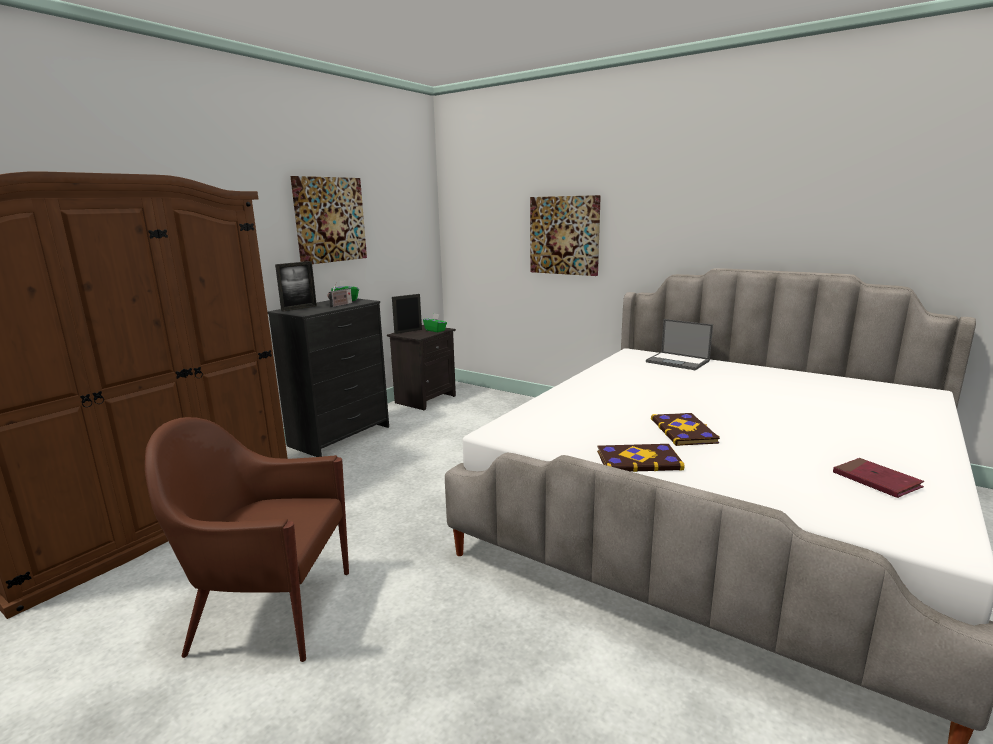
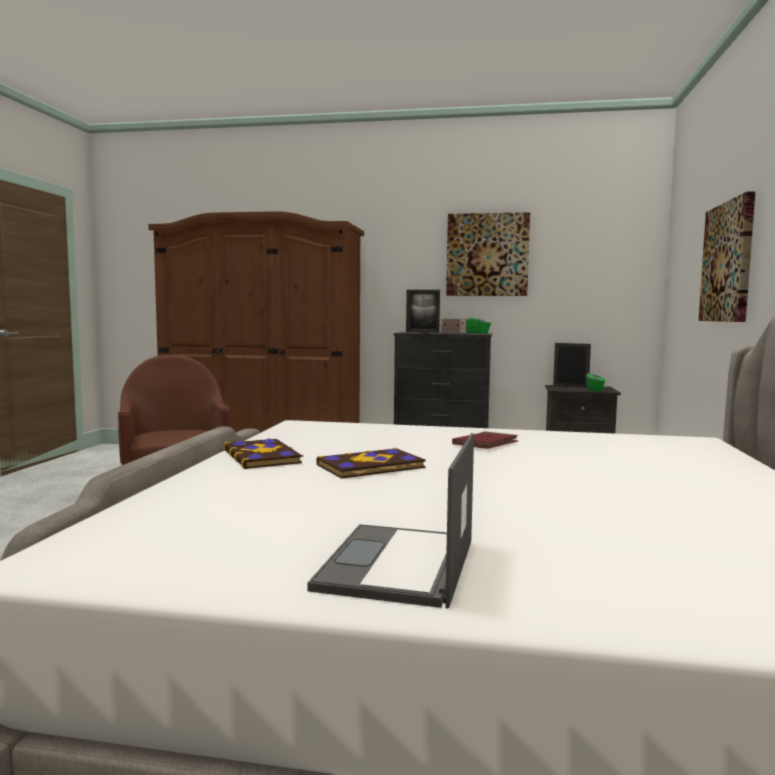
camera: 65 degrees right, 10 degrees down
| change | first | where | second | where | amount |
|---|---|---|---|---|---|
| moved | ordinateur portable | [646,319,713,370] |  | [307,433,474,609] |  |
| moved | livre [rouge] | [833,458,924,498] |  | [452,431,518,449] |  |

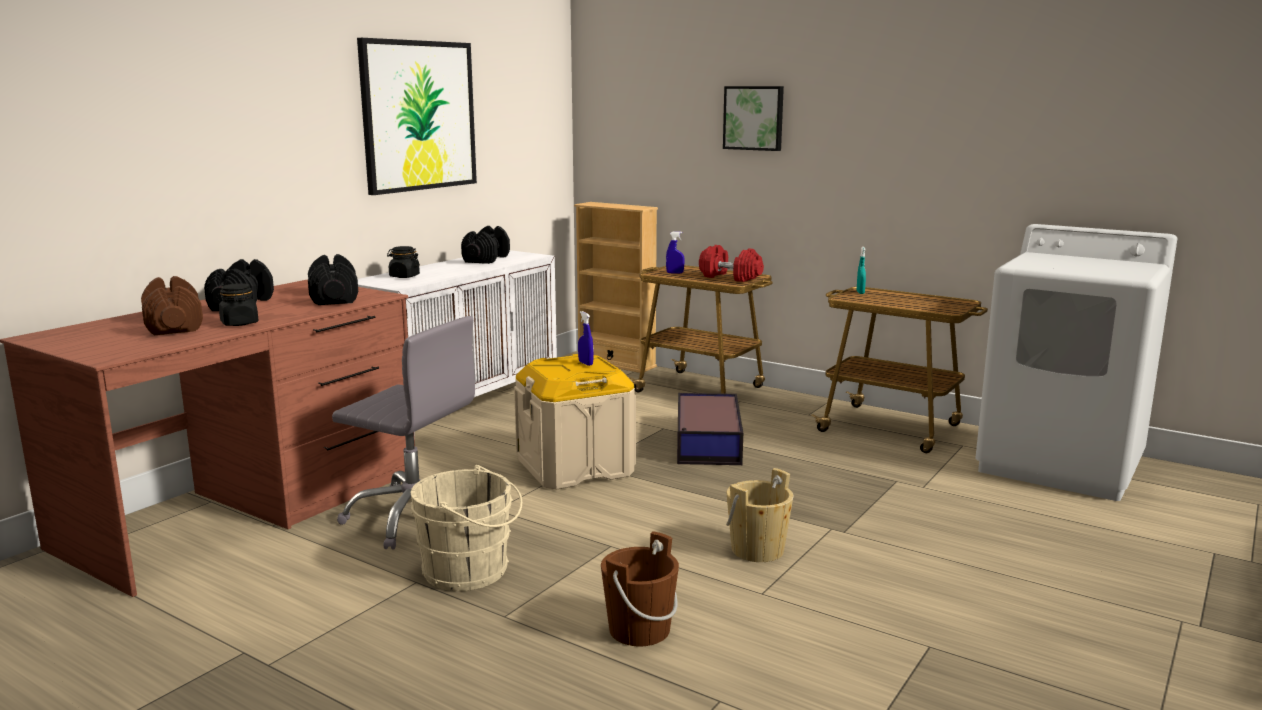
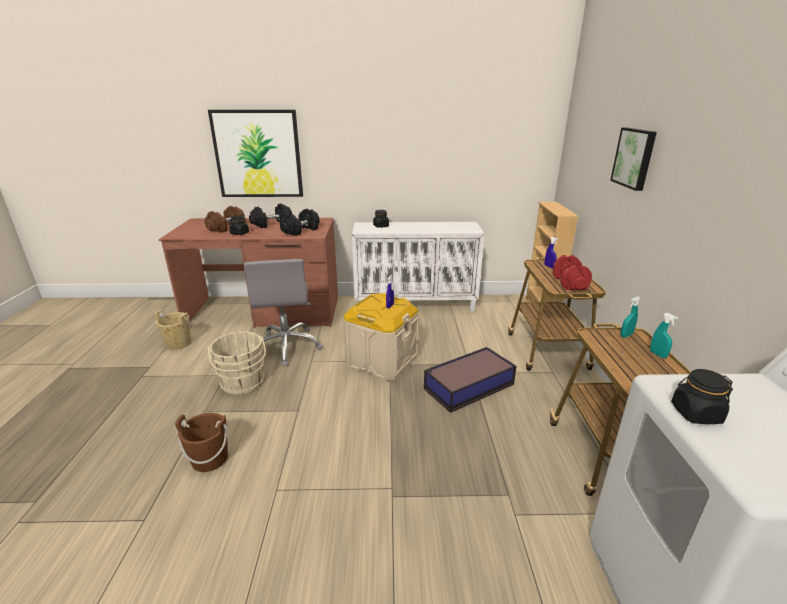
camera: 55 degrees right, 10 degrees up
| change | first | where | second | where | amount |
|---|---|---|---|---|---|
| removed | haltère [noir] | [461,226,510,264] |  |  |  |
| added |  |  | vaporisateur [turquoise] | [650,313,678,358] |  |
| added |  |  | bocal [noir] | [671,369,733,424] |  |
| moved | tableau | [357,38,477,195] |  | [208,110,303,197] |  |
| moved | seau [beige] | [726,468,794,562] |  | [155,309,192,350] |  |

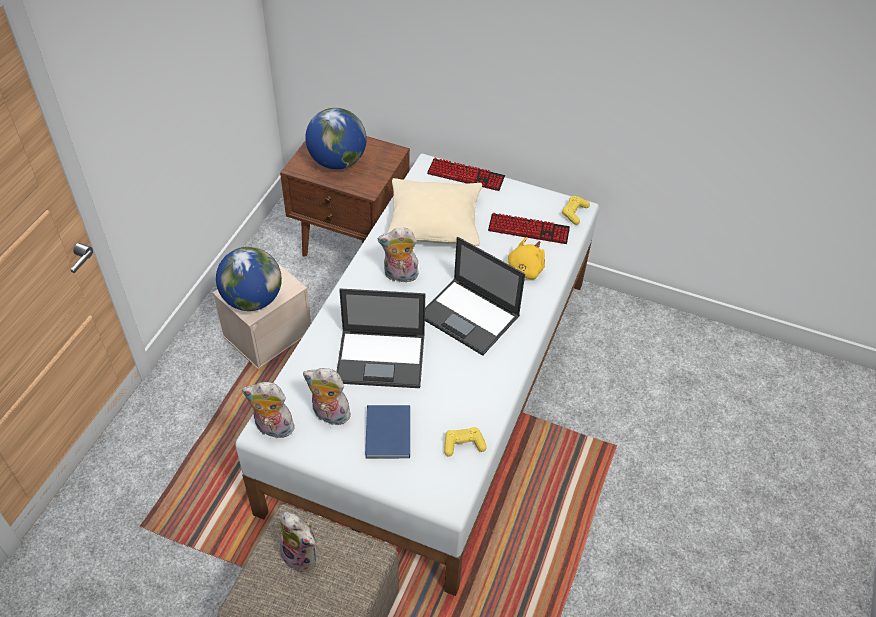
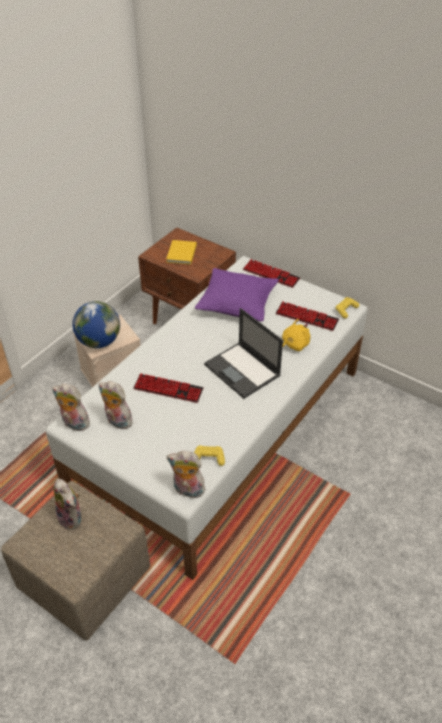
camera: 15 degrees right, 5 degrees down
| change | first | where | second | where | amount |
|---|---|---|---|---|---|
| removed | livre [bleu] | [365,405,410,458] |  |  |  |
| moved | peluche | [377,228,419,285] |  | [166,451,205,498] |  |
| replaced | globe | [305,108,367,169] | livre [jaune] | [166,240,197,265] |  |
| replaced | ordinateur portable | [337,288,425,388] | clavier | [133,373,203,403] |  |
| recoloured | coussin [beige] | [387,178,482,246] | coussin [violet] | [195,268,279,322] |  |

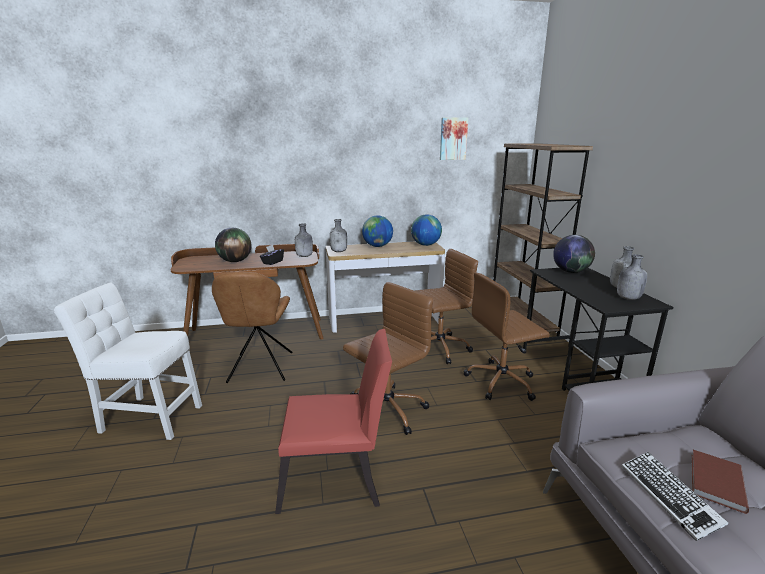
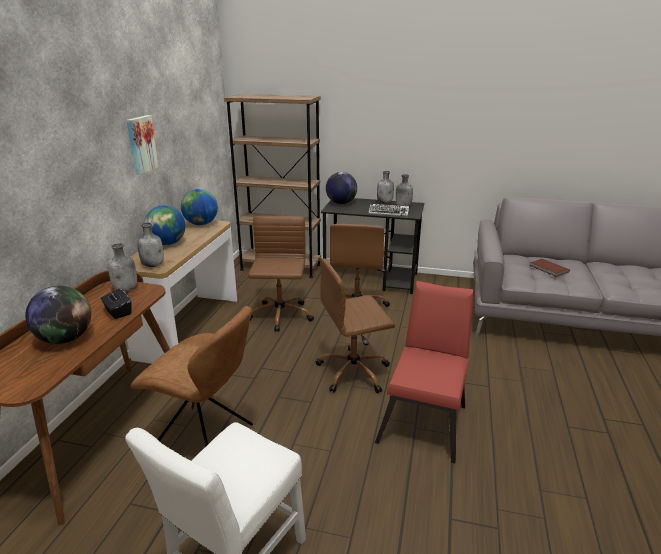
camera: 65 degrees left, 5 degrees up
| change | first | where | second | where | amount |
|---|---|---|---|---|---|
| moved | tableau | [440,117,468,160] |  | [127,115,159,175] |  |
| moved | clavier | [622,452,728,541] |  | [369,204,409,216] |  |
| turned | chaise de bureau [marron] | [343,282,433,435] |  | [316,257,395,394] | 90 degrees counterclockwise |

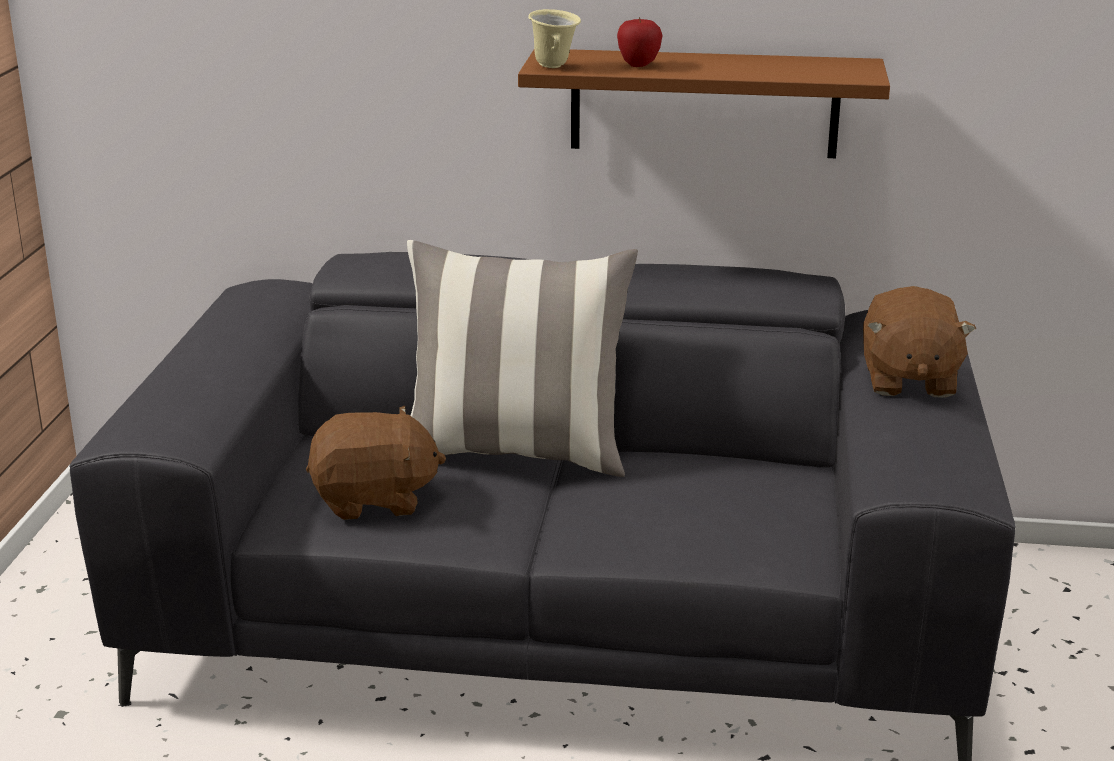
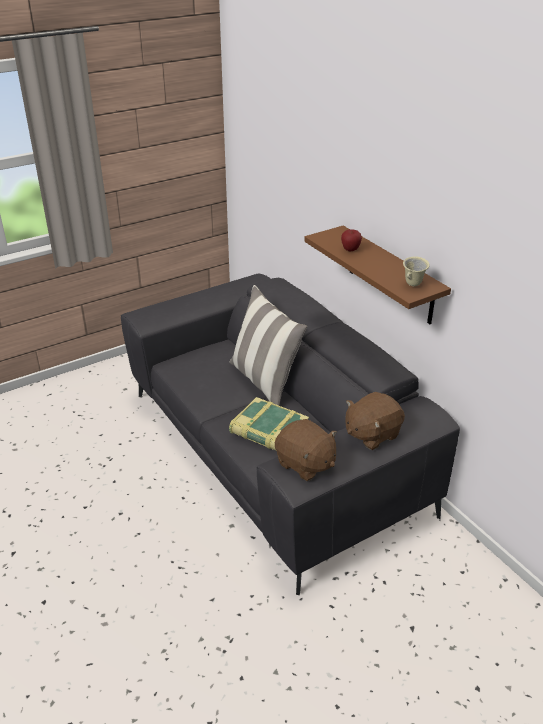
camera: 50 degrees right, 10 degrees up
| change | first | where | second | where | amount |
|---|---|---|---|---|---|
| added |  |  | livre | [229,397,309,451] |  |
| moved | peluche [marron] | [306,406,446,520] |  | [275,419,337,481] |  |
| moved | mug [beige] | [528,9,581,68] |  | [403,257,430,286] |  |

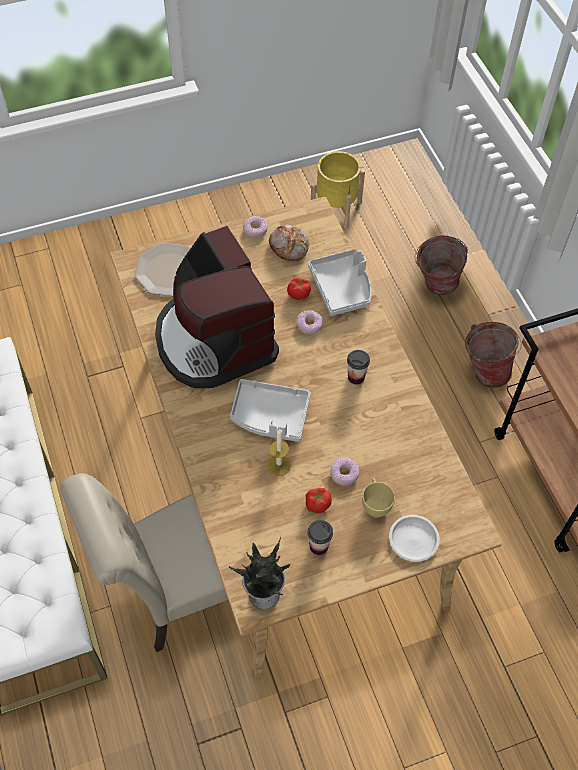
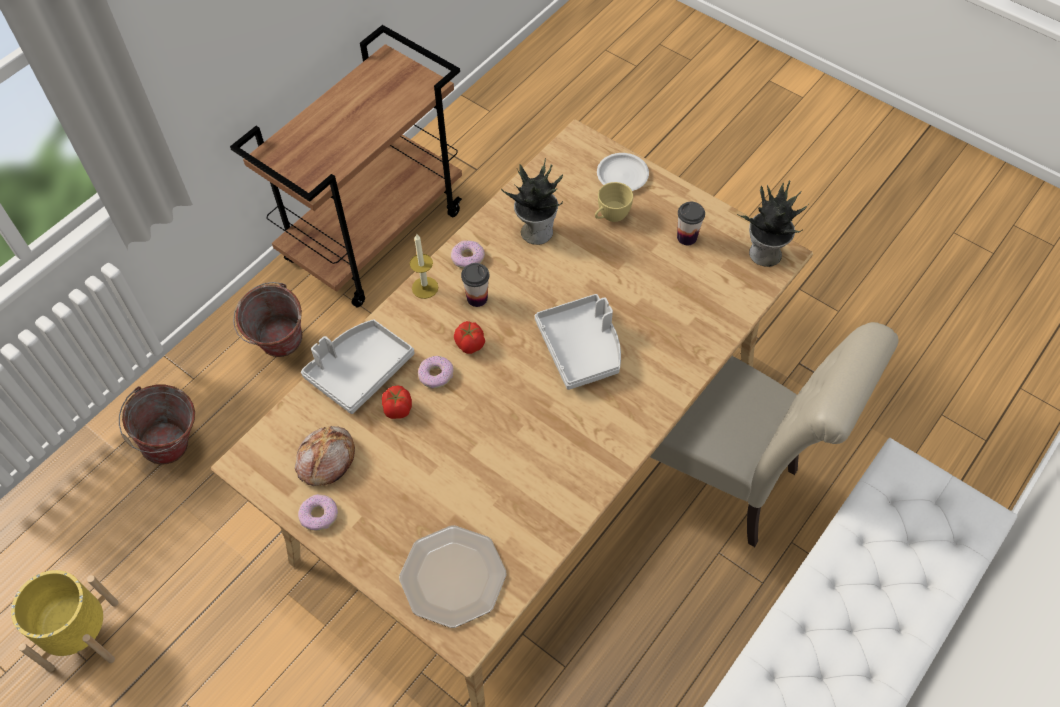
camera: 120 degrees left, 0 degrees up
| change | first | where | second | where | amount |
|---|---|---|---|---|---|
| removed | machine à café | [155,226,279,388] |  |  |  |
| added |  |  | plante en pot | [501,158,563,245] |  |
| moved | bougie | [268,428,291,476] |  | [410,233,438,299] |  |
| moved | tomate | [305,488,332,513] |  | [454,321,485,354] |  |
| moved | beignet | [330,457,359,485] |  | [451,240,485,269] |  |

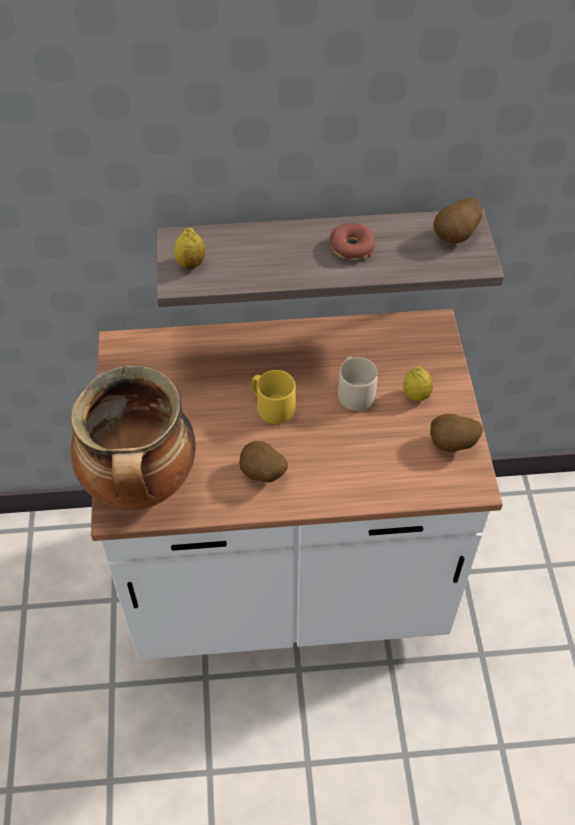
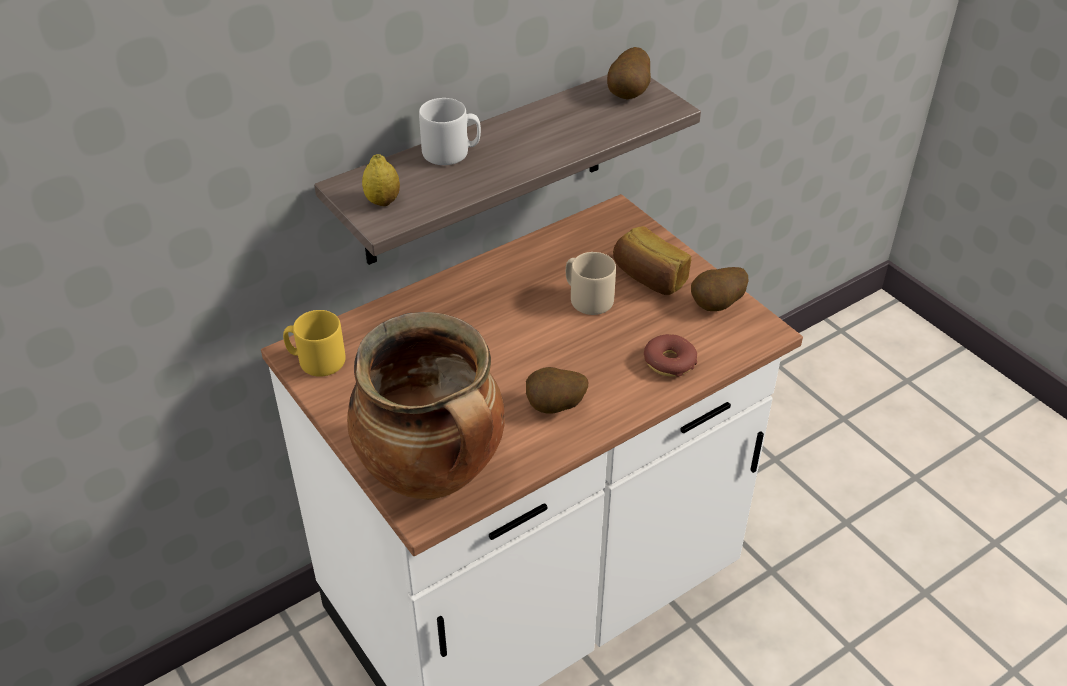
camera: 30 degrees left, 10 degrees down
| change | first | where | second | where | amount |
|---|---|---|---|---|---|
| added |  |  | mug [gris] | [419,98,481,165] |  |
| moved | mug [jaune] | [252,370,296,424] |  | [283,310,346,377] |  |
| moved | beignet | [330,223,375,260] |  | [644,334,697,377] |  |
| replaced | citron | [403,367,433,401] | pain | [613,226,691,295] |  |

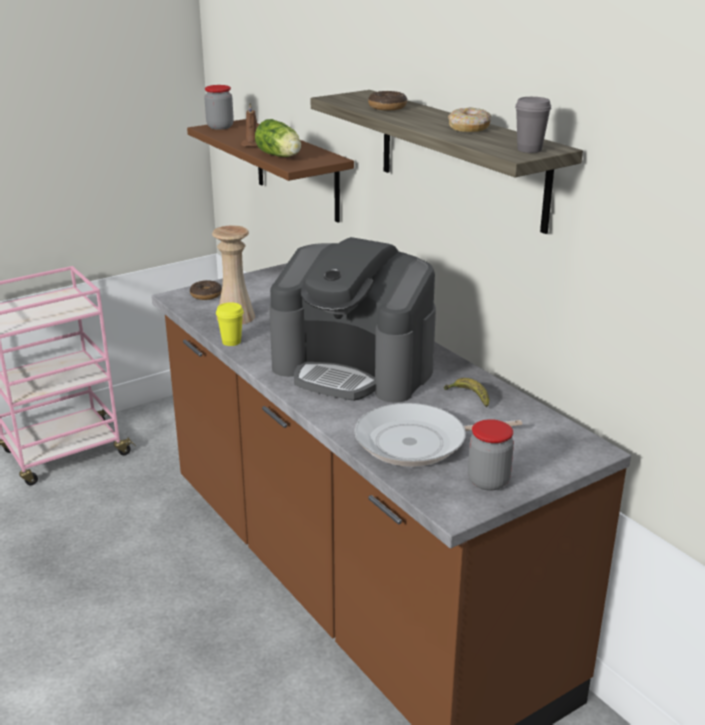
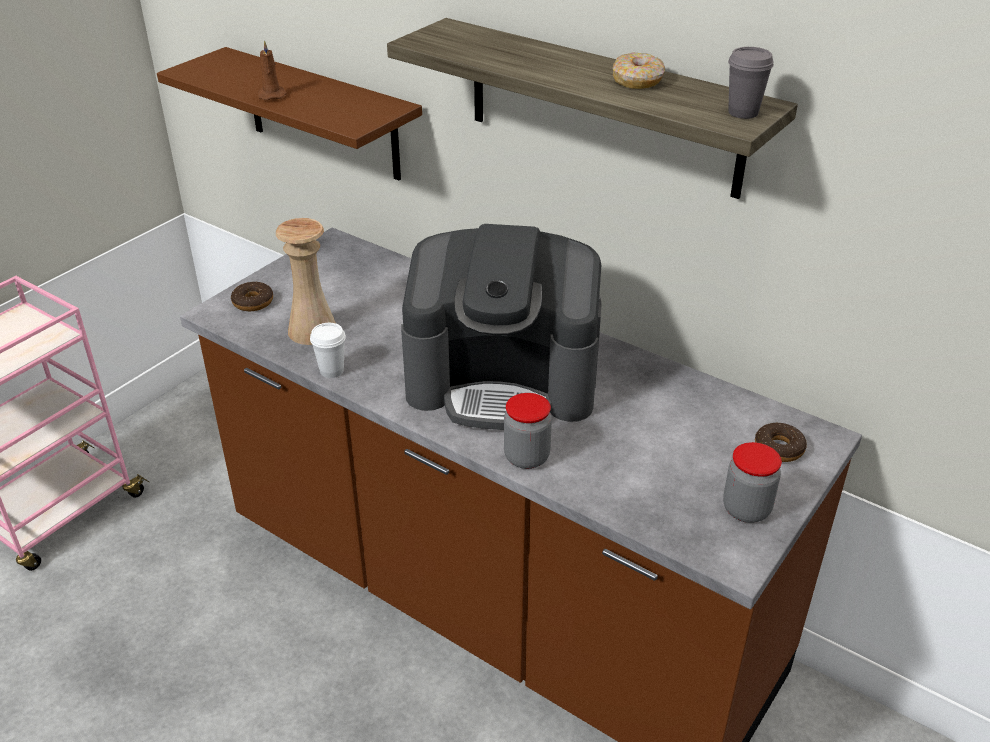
camera: 20 degrees left, 10 degrees up
| change | first | where | second | where | amount |
|---|---|---|---|---|---|
| removed | laitue | [255,119,301,157] |  |  |  |
| removed | poêle | [354,403,522,467] |  |  |  |
| removed | banane | [444,378,489,407] |  |  |  |
| moved | bocal | [204,85,234,130] |  | [504,393,552,469] |  |
| moved | beignet | [368,91,408,110] |  | [755,423,807,462] |  |
| recoloured | tasse [jaune] | [216,302,244,346] | tasse [blanc] | [310,323,346,378] |  |

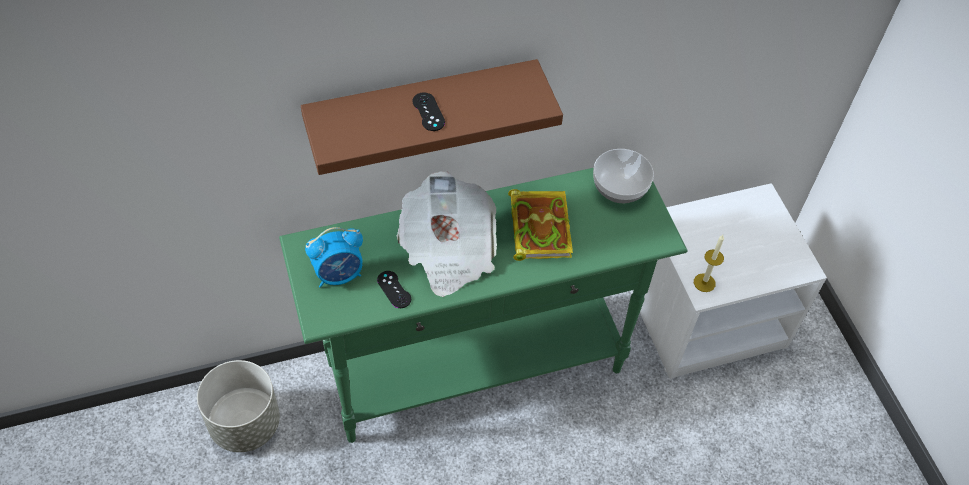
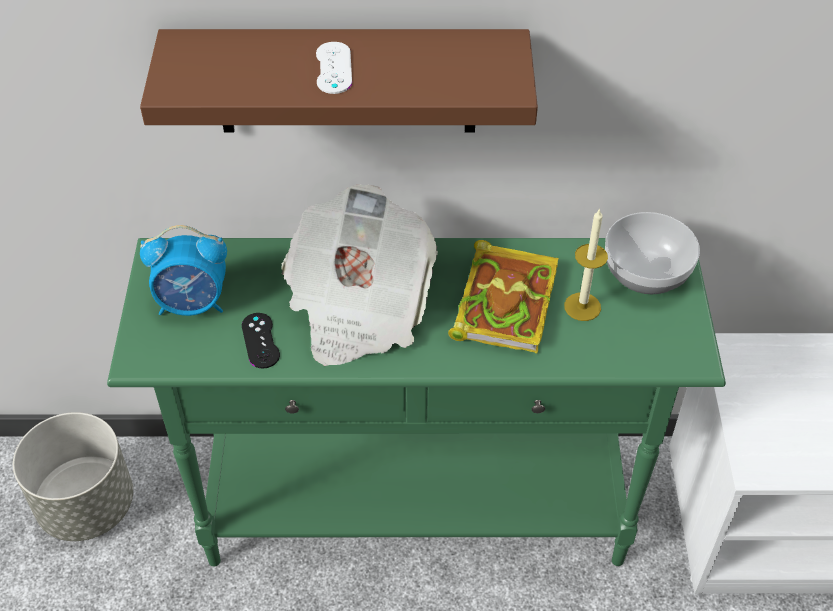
camera: 20 degrees right, 5 degrees down
| change | first | where | second | where | amount |
|---|---|---|---|---|---|
| moved | bougie | [694,235,724,292] |  | [564,208,608,321] |  |
| recoloured | manette [noir] | [412,93,445,131] | manette [blanc] | [316,42,352,94] |  |

